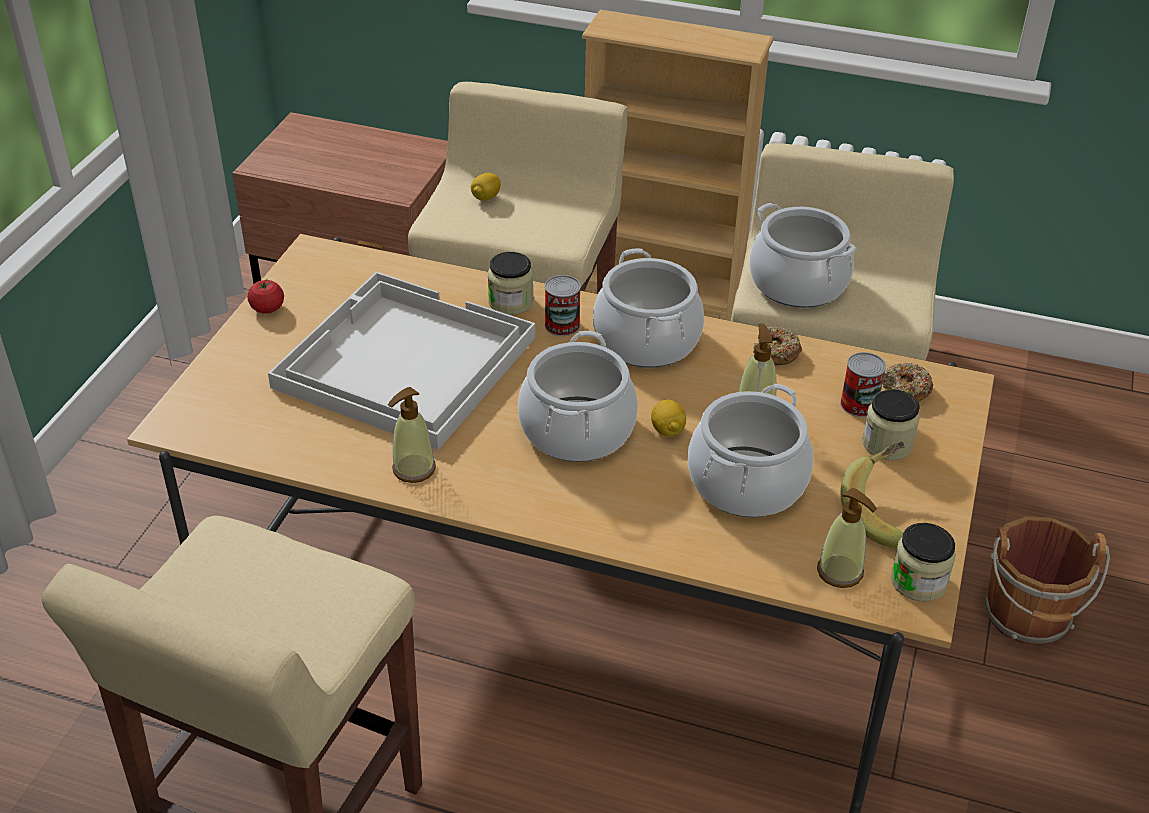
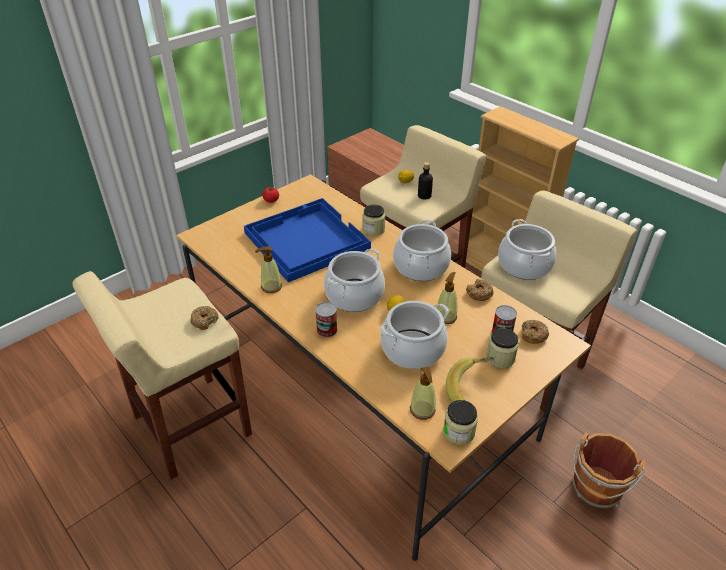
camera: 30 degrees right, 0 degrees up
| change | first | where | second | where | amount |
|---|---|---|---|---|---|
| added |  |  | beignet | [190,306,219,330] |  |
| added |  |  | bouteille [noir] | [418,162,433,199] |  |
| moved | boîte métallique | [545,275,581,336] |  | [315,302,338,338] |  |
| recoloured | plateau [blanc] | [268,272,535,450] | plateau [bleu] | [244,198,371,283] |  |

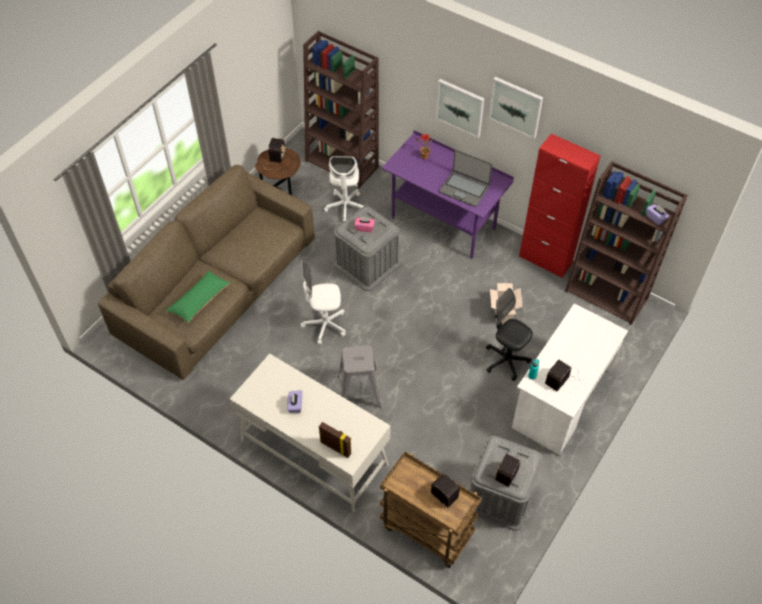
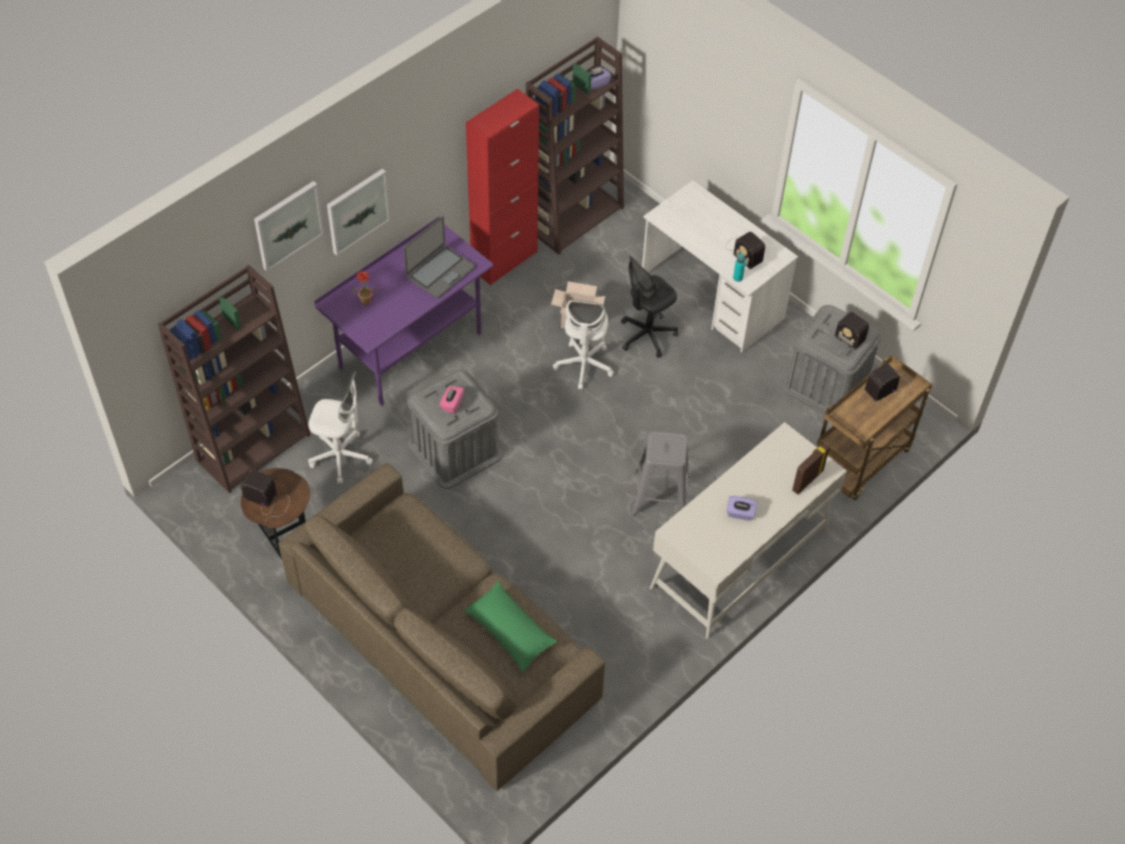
camera: 80 degrees left, 0 degrees up
| change | first | where | second | where | amount |
|---|---|---|---|---|---|
| moved | chaise de bureau [blanc] | [301,260,345,344] |  | [553,300,614,390] |  |
| moved | tableau | [489,77,543,139] |  | [254,181,324,272] |  |

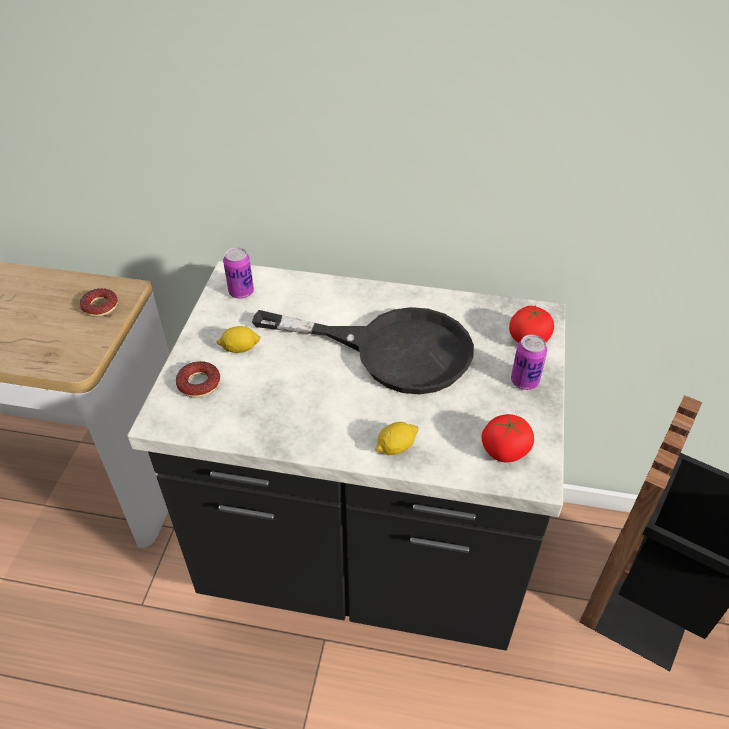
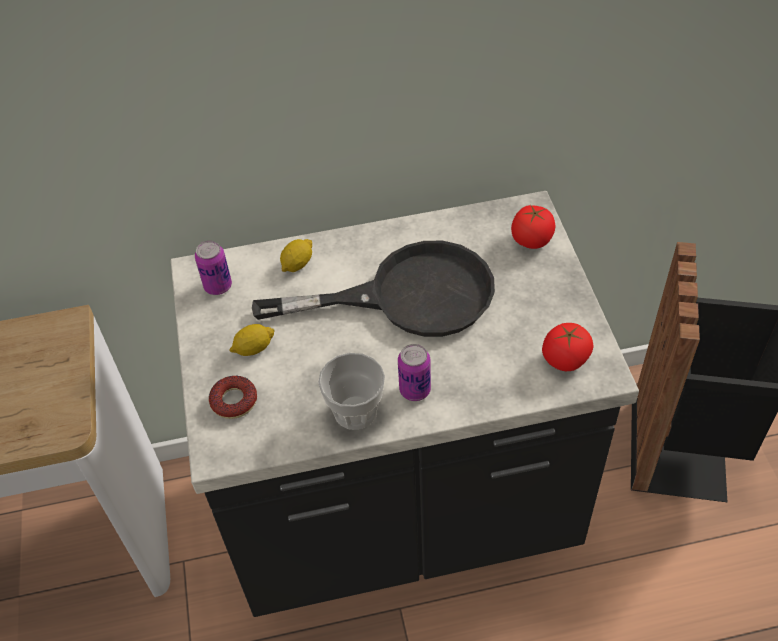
camera: 20 degrees left, 5 degrees up
| change | first | where | second | where | amount |
|---|---|---|---|---|---|
| removed | beignet | [80,288,118,317] |  |  |  |
| added |  |  | tasse | [318,353,385,430] |  |
| moved | citron | [375,422,418,455] |  | [280,239,312,272] |  |
| moved | boîte métallique | [511,335,547,390] |  | [398,344,431,401] |  |

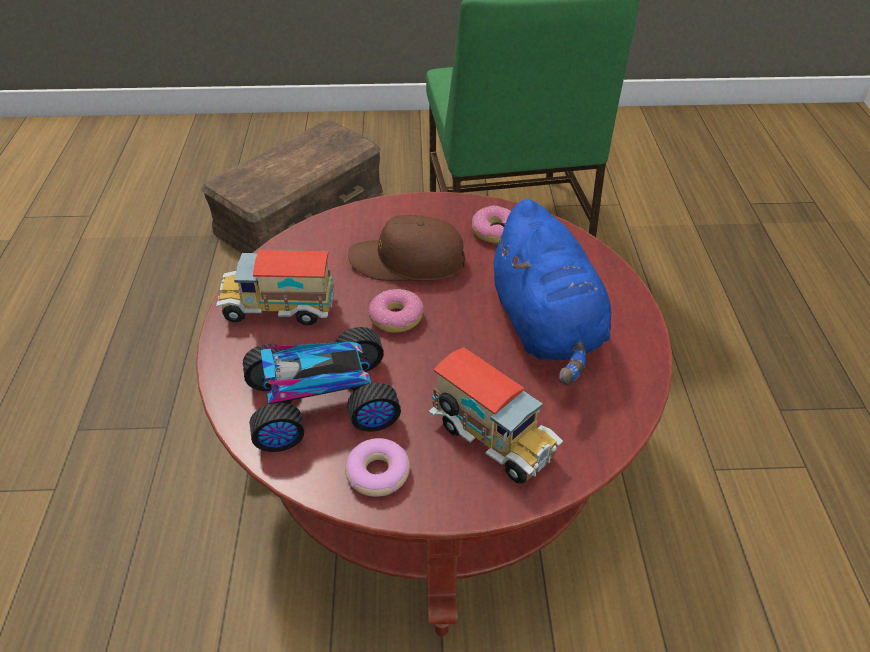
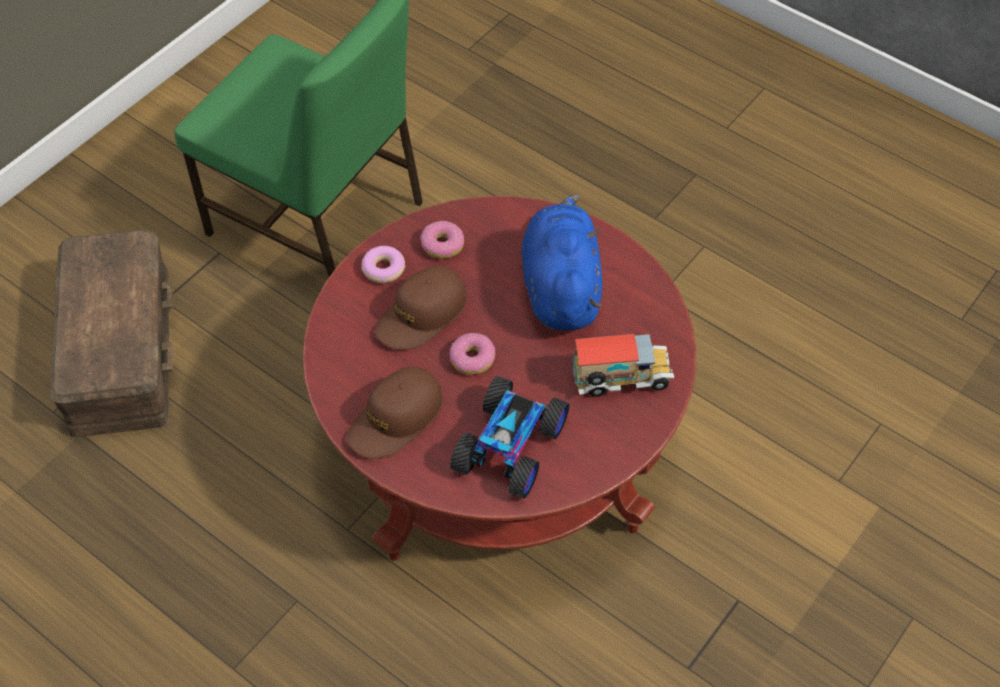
camera: 50 degrees left, 10 degrees up
| change | first | where | second | where | amount |
|---|---|---|---|---|---|
| moved | beignet | [345,438,410,497] |  | [361,246,406,283] |  |
| replaced | camion jouet | [216,250,334,325] | casquette [marron] | [347,367,443,459] |  |
| turned | peluche [bleu] | [490,199,611,385] |  | [521,194,602,330] | 120 degrees counterclockwise |

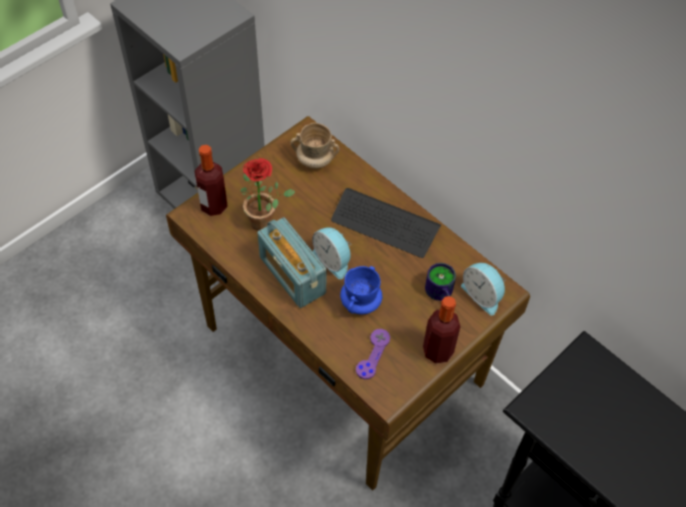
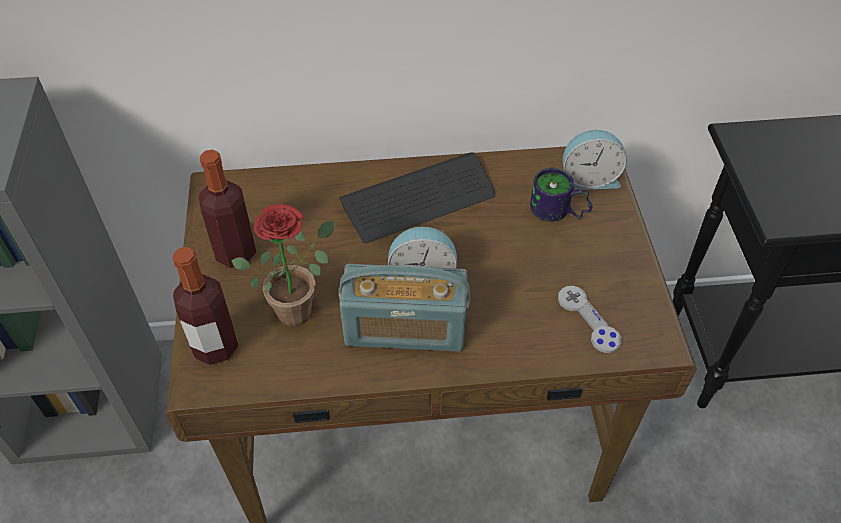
camera: 50 degrees left, 5 degrees down
| change | first | where | second | where | amount |
|---|---|---|---|---|---|
| removed | mug [beige] | [291,123,340,169] |  |  |  |
| removed | mug [bleu] | [340,266,383,315] |  |  |  |
| moved | bouteille | [423,296,460,364] |  | [199,150,257,268] |  |
| recoloured | manette [violet] | [356,329,390,379] | manette [gris] | [558,286,622,353] |  |

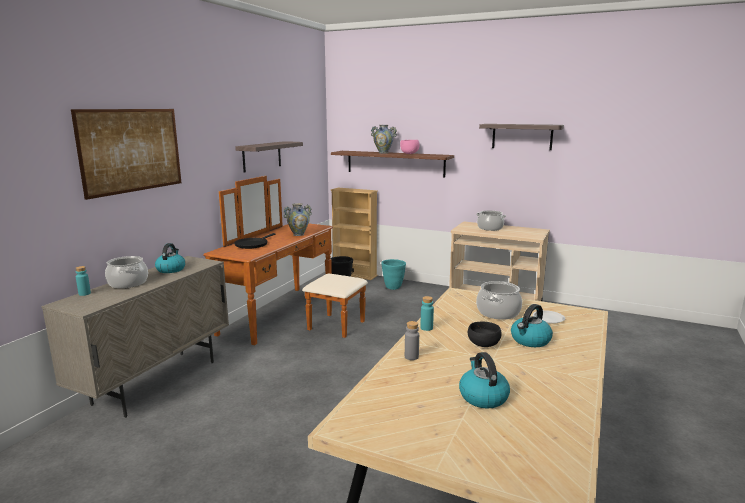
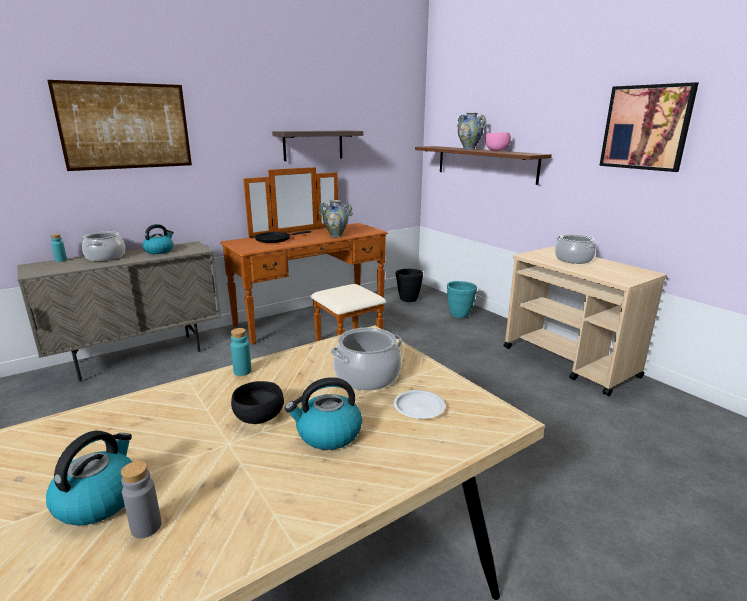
camera: 30 degrees right, 5 degrees up
| change | first | where | second | where | amount |
|---|---|---|---|---|---|
| removed | bibliothèque [beige] | [330,188,378,280] |  |  |  |
| moved | bouteille [gris] | [405,321,419,360] |  | [121,461,162,538] |  |
| replaced | étagère | [479,124,564,150] | tableau | [599,82,699,172] |  |

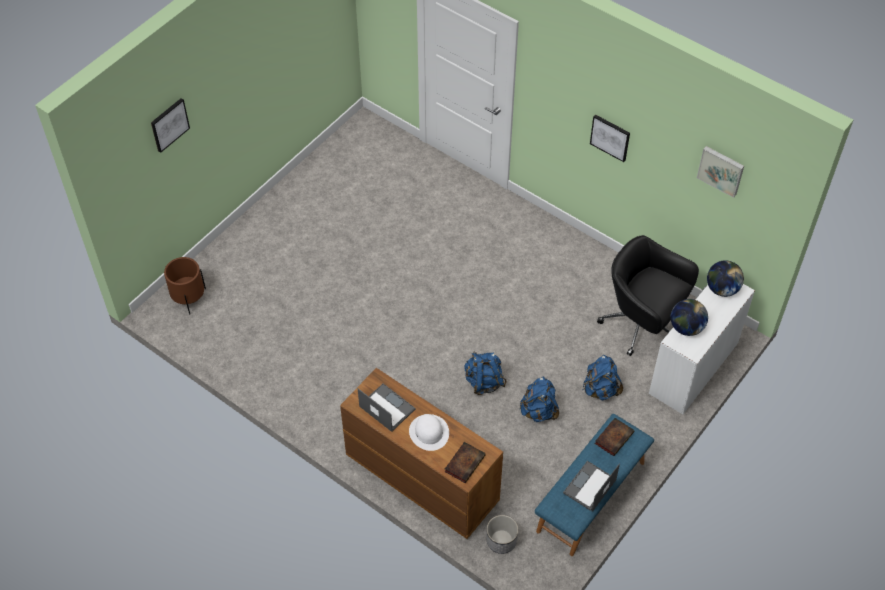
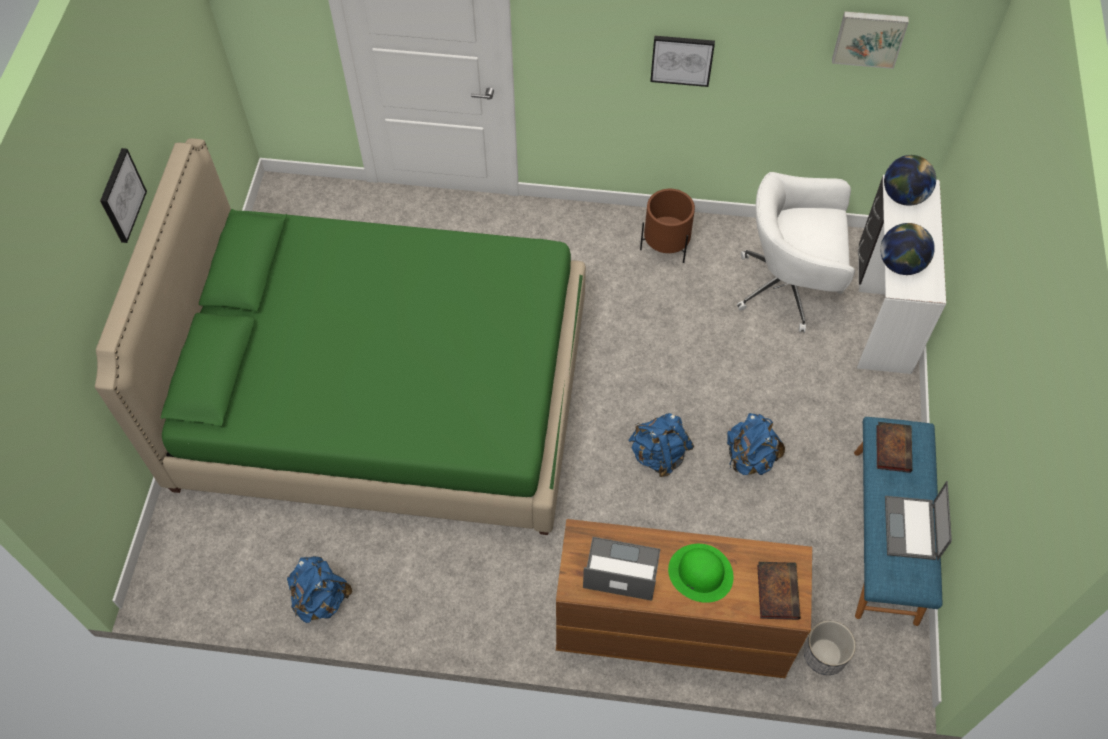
camera: 30 degrees left, 5 degrees up
| change | first | where | second | where | amount |
|---|---|---|---|---|---|
| added |  |  | lit [vert] | [95,138,586,535] |  |
| moved | tableau | [151,98,190,153] |  | [100,148,147,243] |  |
| moved | cache-pot [marron] | [164,257,206,315] |  | [640,189,695,263] |  |
| moved | sac à dos [bleu] | [583,355,623,401] |  | [287,556,352,623] |  |
| recoloured | chapeau [blanc] | [409,414,449,451] | chapeau [vert] | [668,544,734,603] |  |
| recoloured | chaise de bureau [noir] | [597,235,699,356] | chaise de bureau [blanc] | [737,172,855,333] |  |

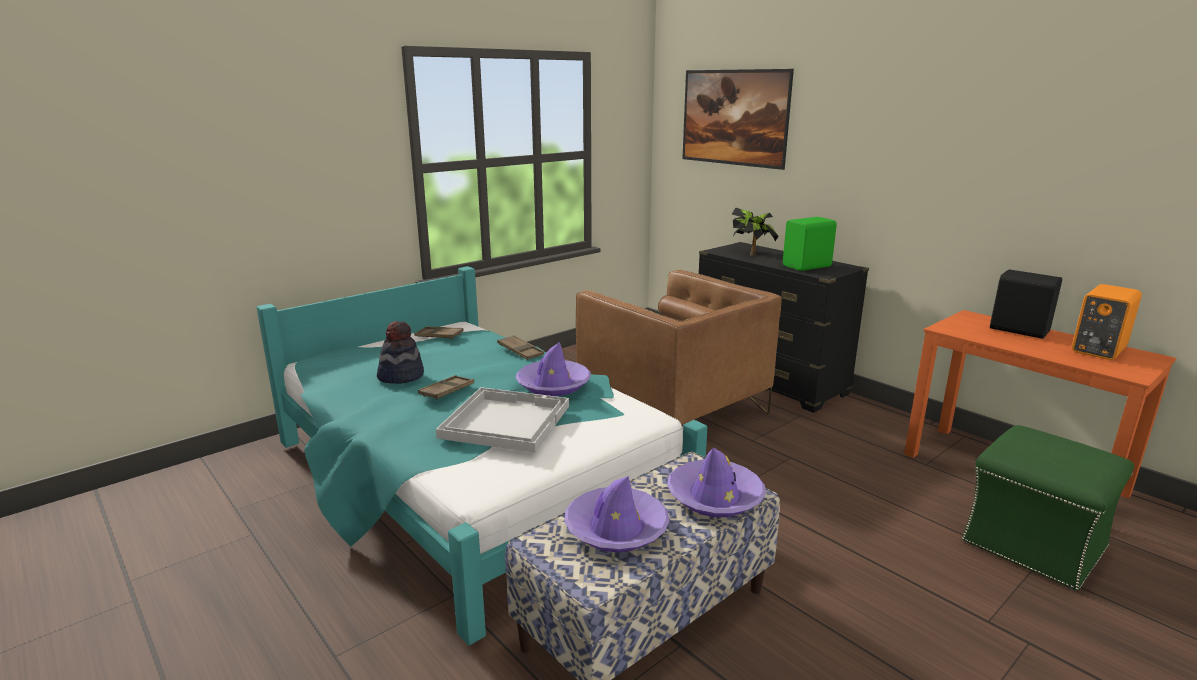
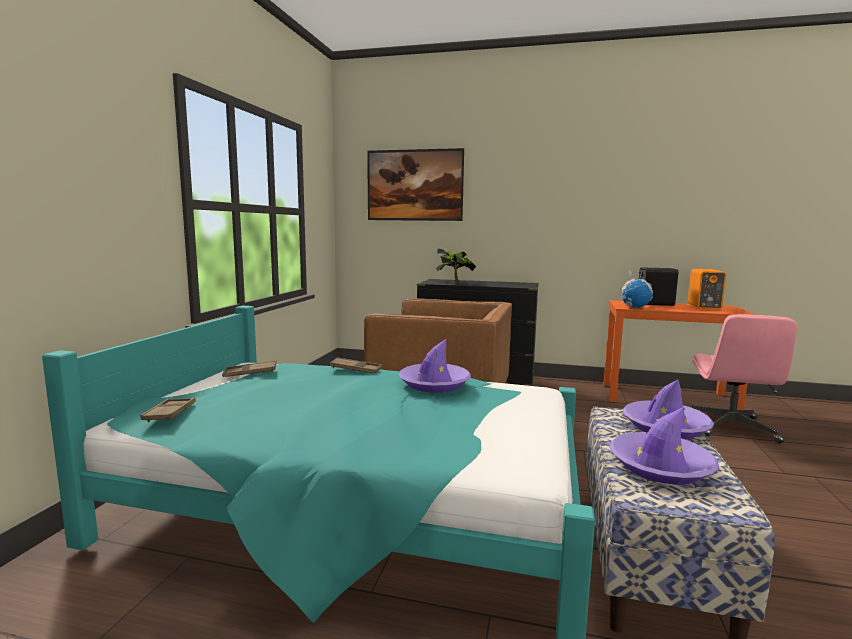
camera: 35 degrees left, 10 degrees down
| change | first | where | second | where | amount |
|---|---|---|---|---|---|
| removed | chapeau | [377,321,424,384] |  |  |  |
| removed | plateau [blanc] | [436,387,569,453] |  |  |  |
| removed | enceinte [vert] | [783,217,837,271] |  |  |  |
| added |  |  | globe | [619,270,653,308] |  |
| moved | plateau [marron] | [418,375,474,400] |  | [140,397,196,422] |  |
| replaced | pouf [vert] | [962,425,1134,591] | chaise de bureau [rose] | [691,314,797,443] |  |

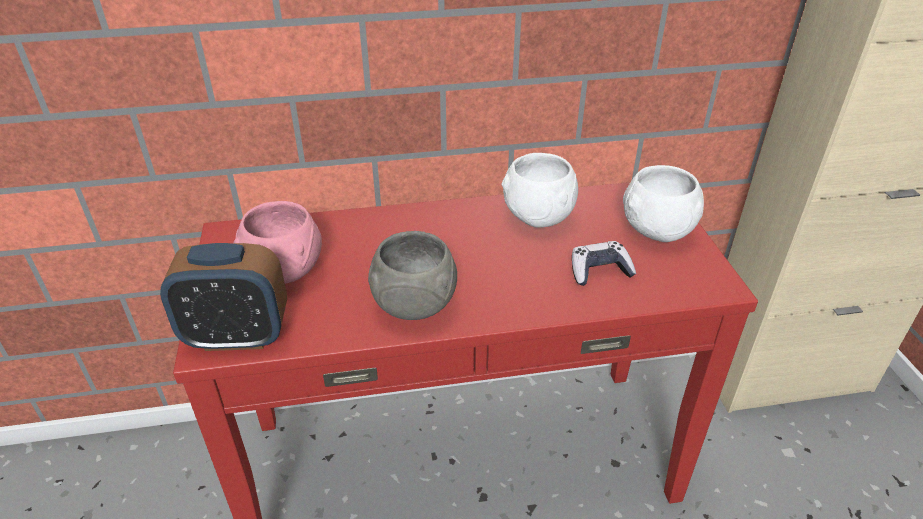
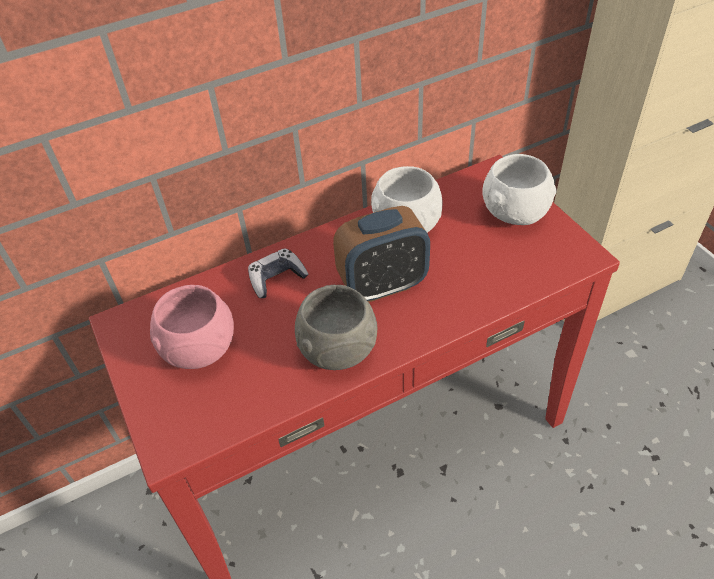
camera: 15 degrees left, 10 degrees up
| change | first | where | second | where | amount |
|---|---|---|---|---|---|
| moved | réveil | [160,243,287,351] |  | [333,206,430,302] |  |
| moved | manette | [572,241,636,286] |  | [248,248,308,298] |  |

